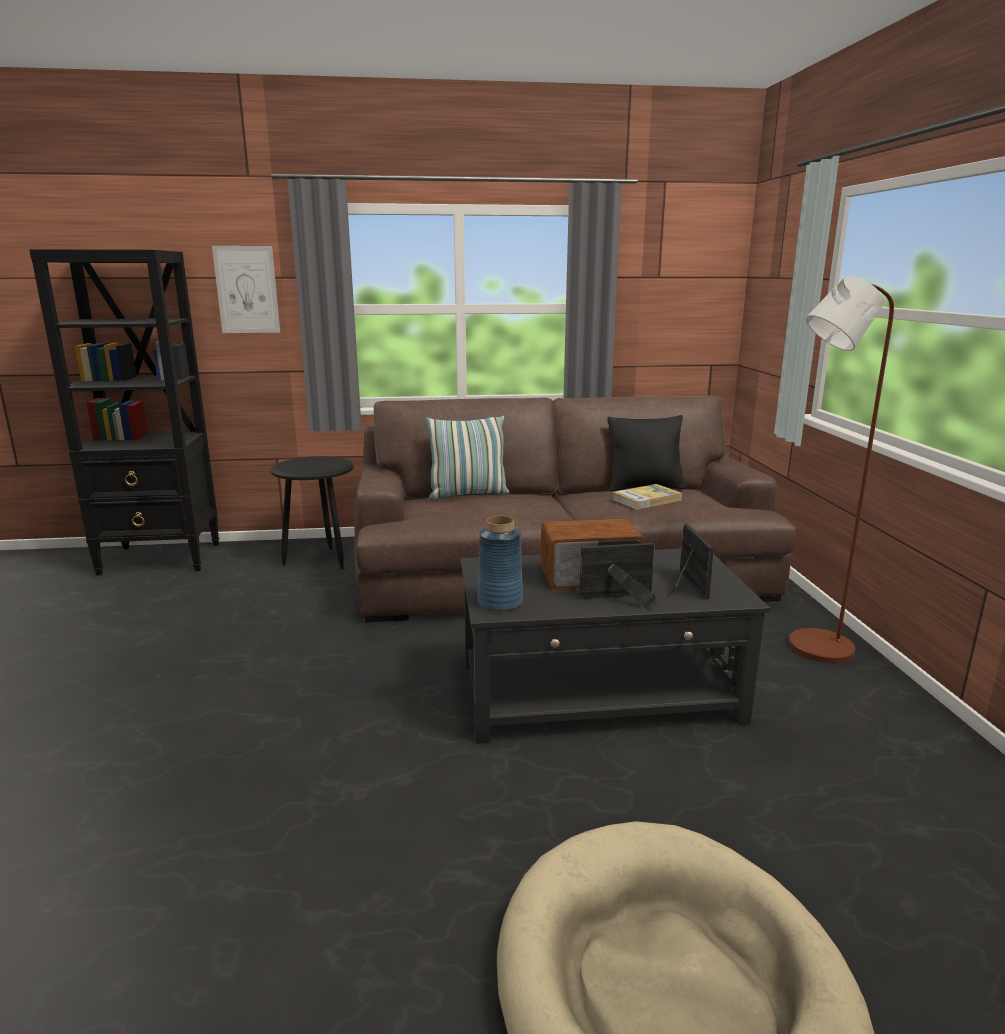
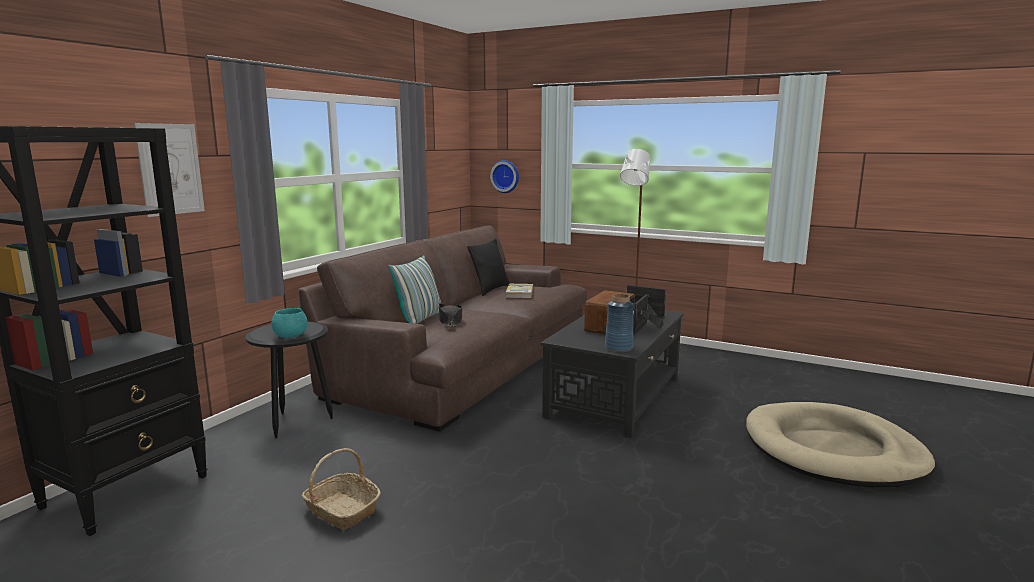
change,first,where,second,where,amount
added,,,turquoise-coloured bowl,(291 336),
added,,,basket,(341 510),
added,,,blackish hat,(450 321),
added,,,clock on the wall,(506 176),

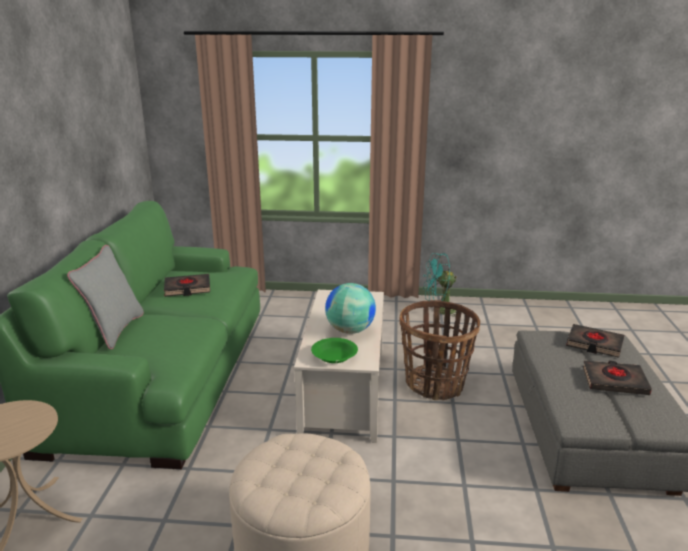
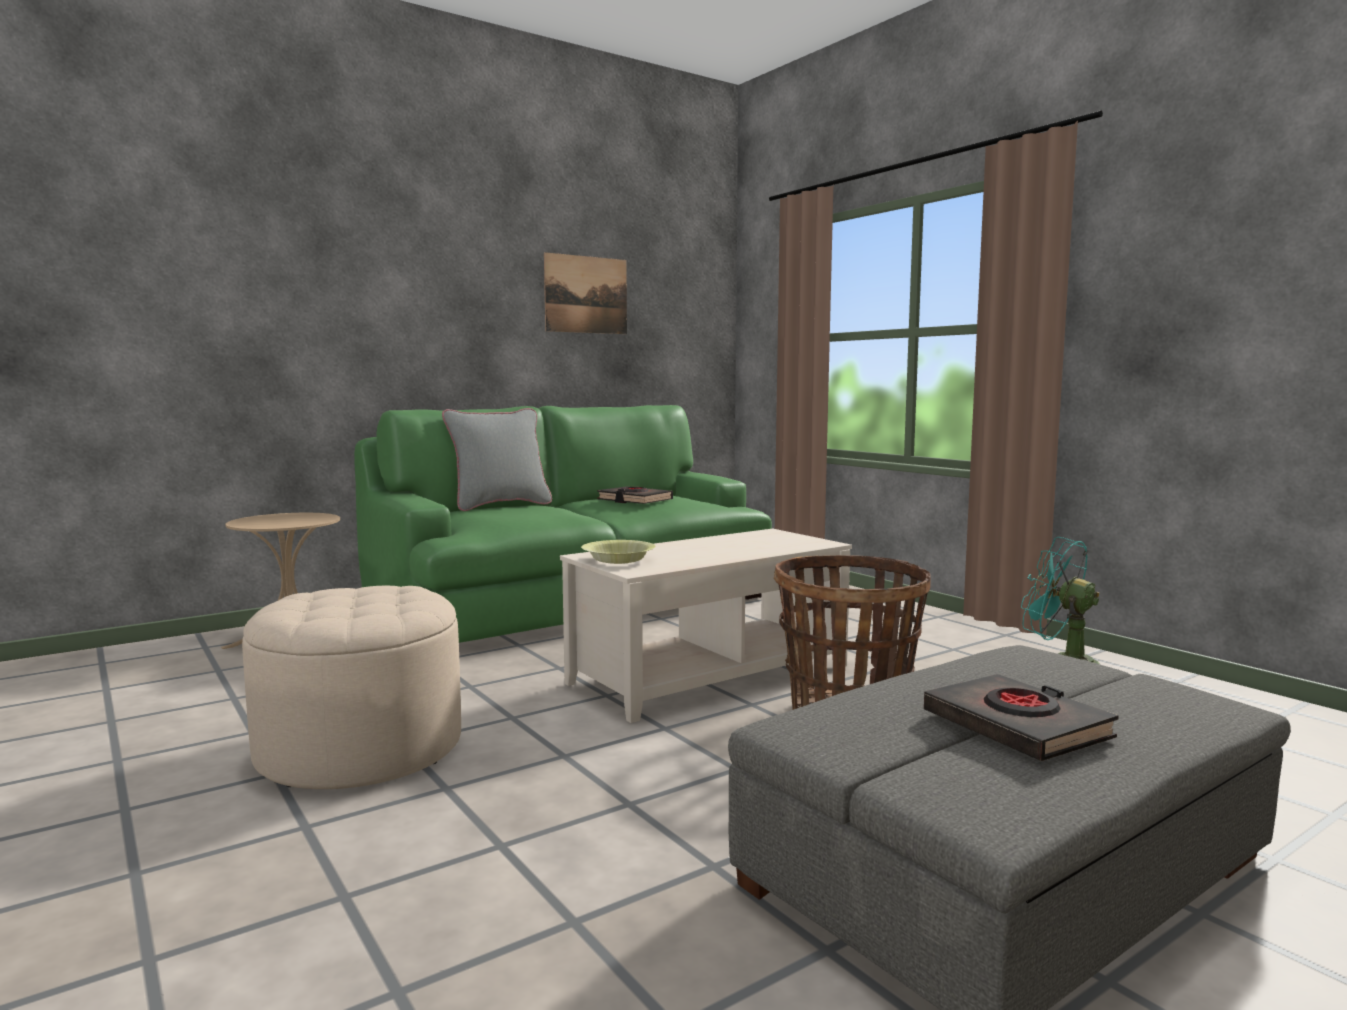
change,first,where,second,where,amount
recoloured,green bowl,(334 356),yellow bowl,(618 560),
removed,desk globe,(350 330),,,
removed,blackish book,(594 344),,,
added,,,picture,(586 294),

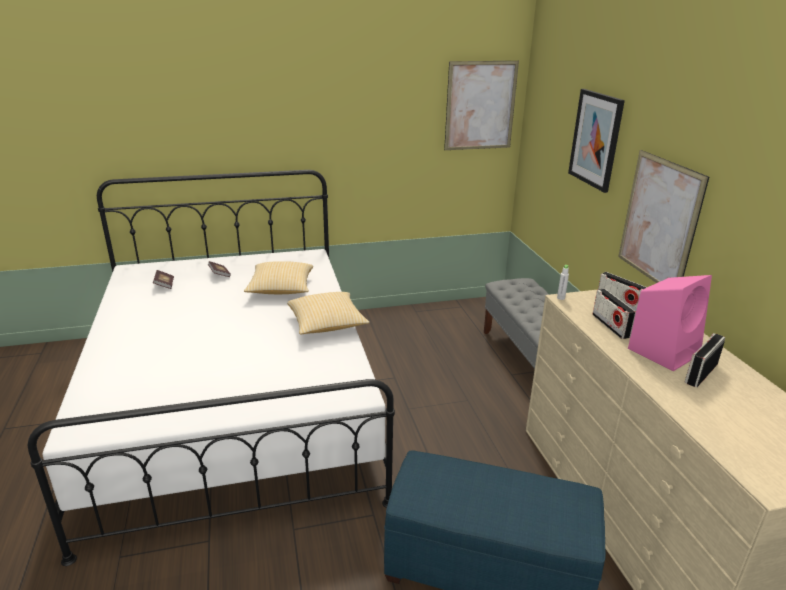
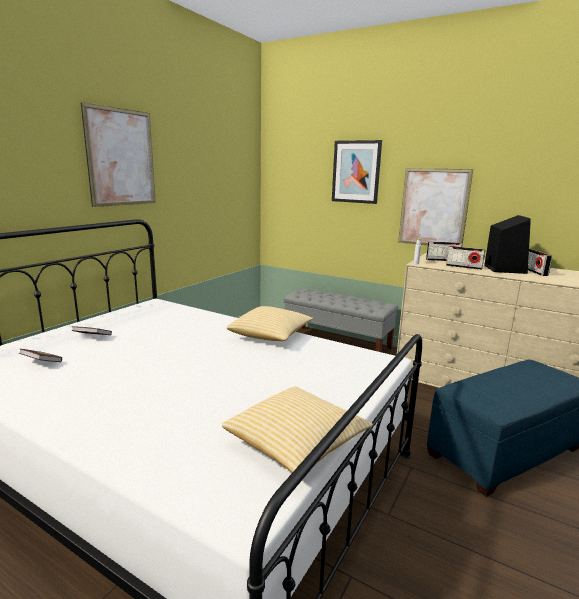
change,first,where,second,where,amount
moved,pillow,(281 289),,(296 444),
moved,picture,(480 106),,(121 158),
recoloured,pink-coloured speaker,(664 351),blackish speaker,(504 269),

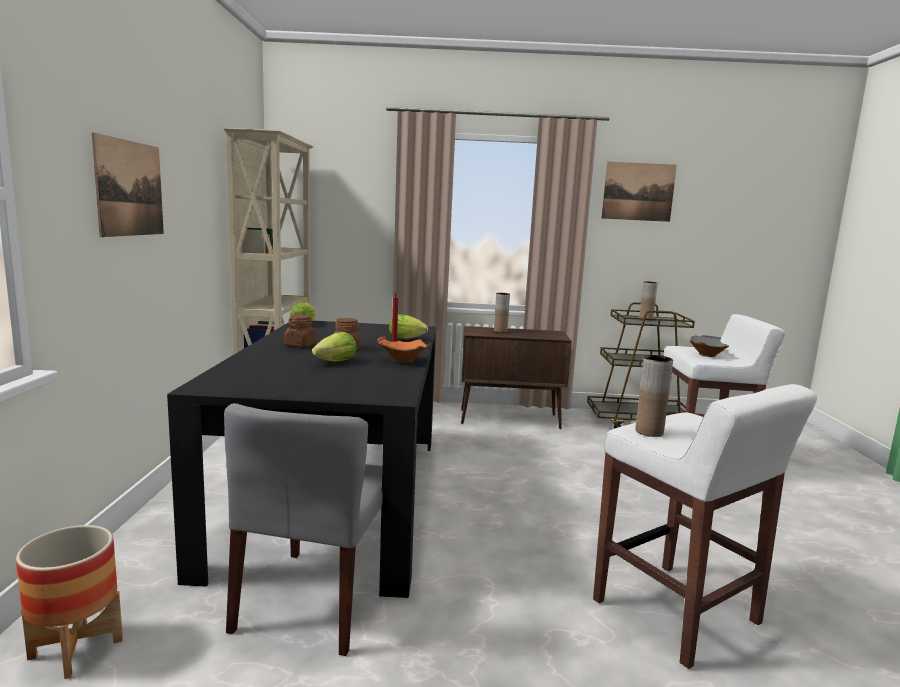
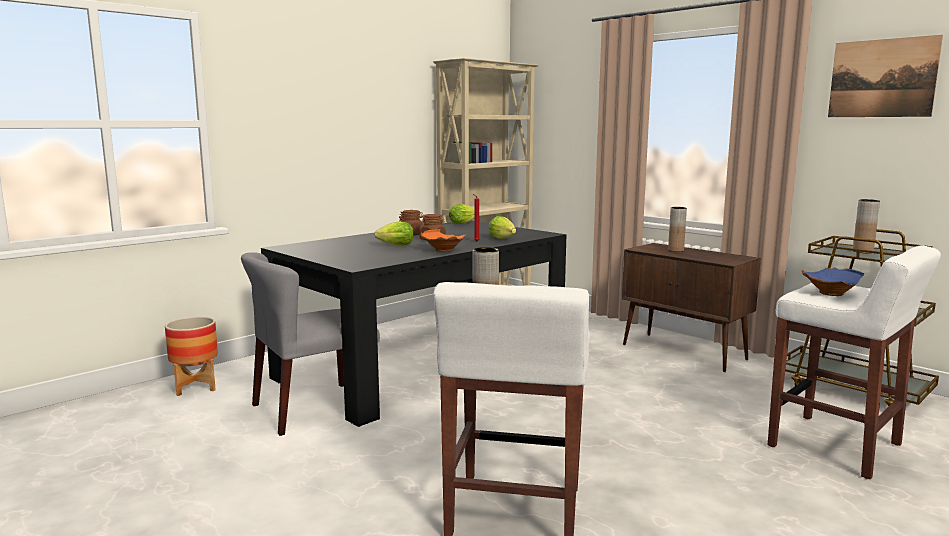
change,first,where,second,where,amount
removed,picture,(130 188),,,
recoloured,greyish bowl,(705 355),blue bowl,(829 293),

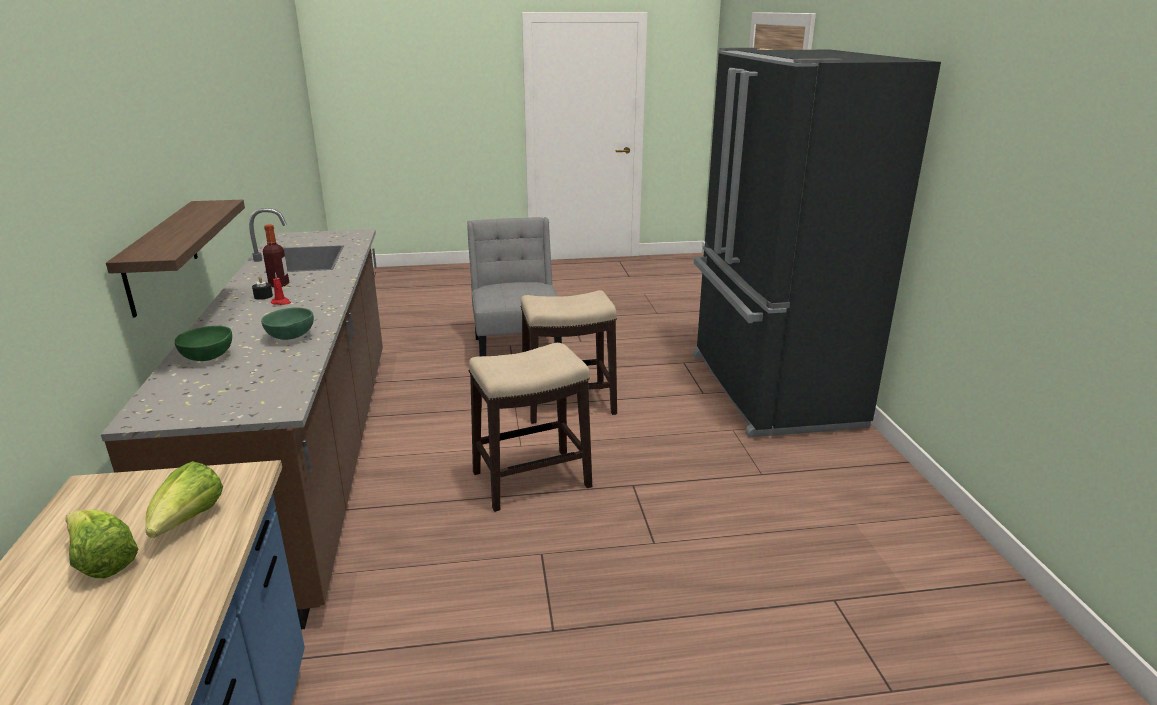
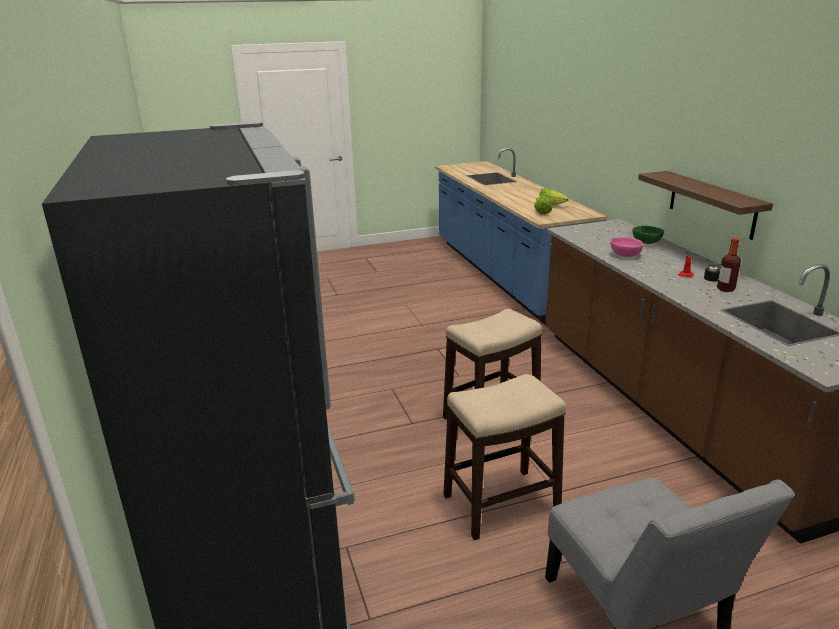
change,first,where,second,where,amount
recoloured,green bowl,(290 337),pink-coloured bowl,(624 255),

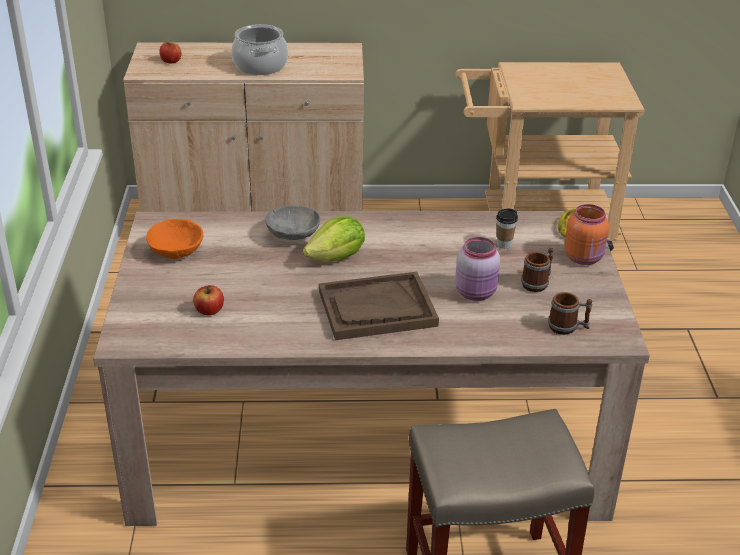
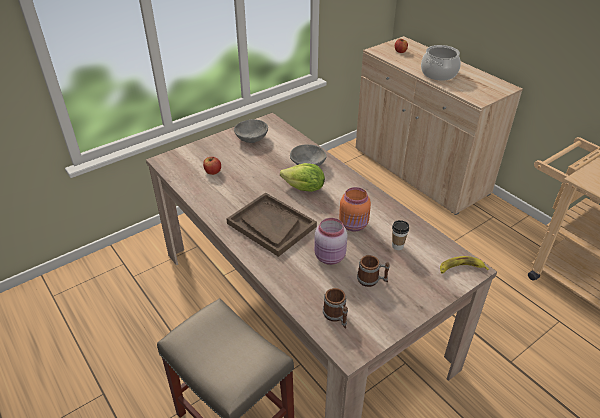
change,first,where,second,where,amount
recoloured,orange-coloured bowl,(176 251),greyish bowl,(252 138),
moved,orange-coloured storage jar,(584 257),,(354 225),

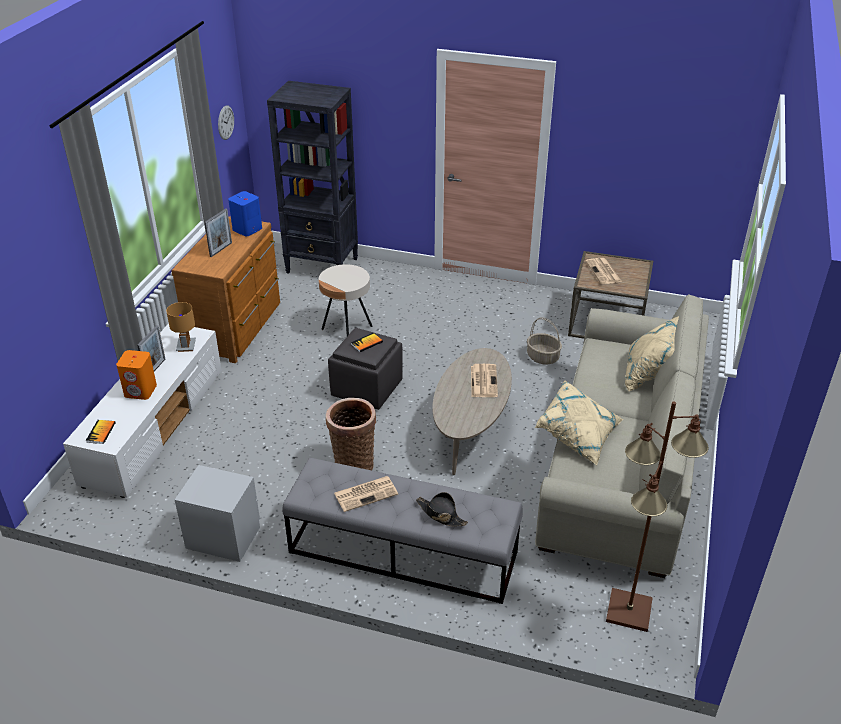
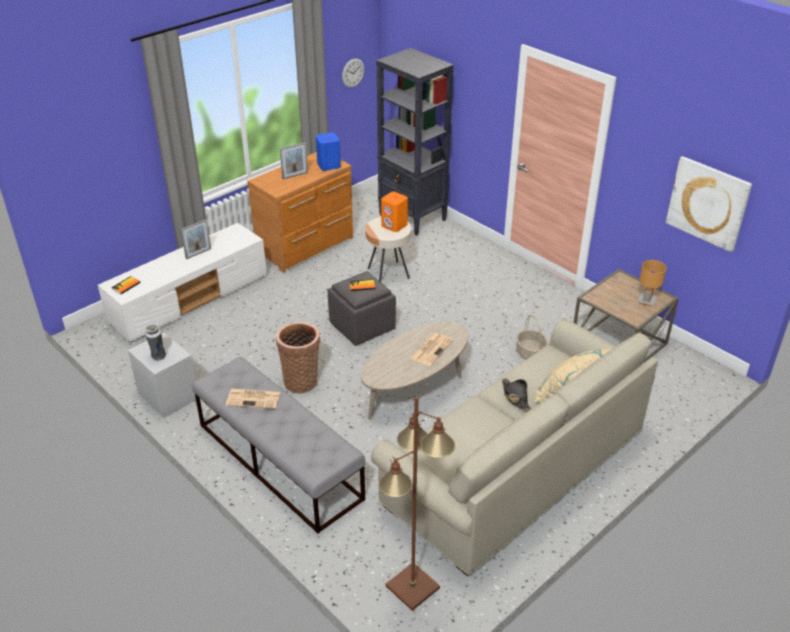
change,first,where,second,where,amount
moved,orange-coloured speaker,(141 391),,(394 225),
moved,brownish lamp for a table,(186 346),,(646 300),
moved,blackish hat,(441 514),,(515 397),
removed,beige pillow,(578 435),,,
removed,newspaper,(604 272),,,
added,,,vase,(158 357),
added,,,picture,(708 203),

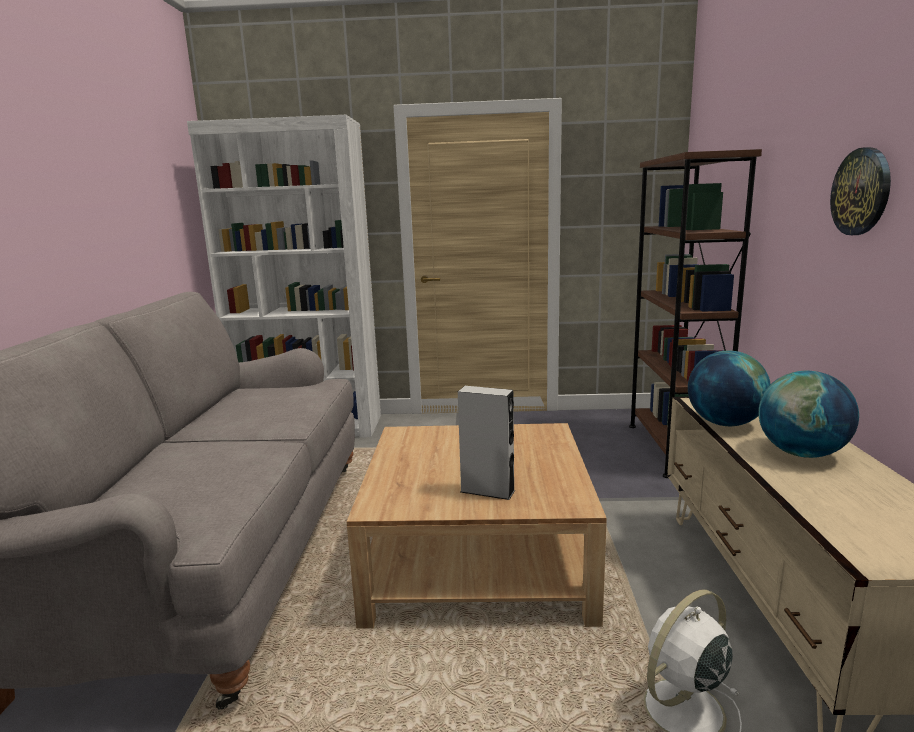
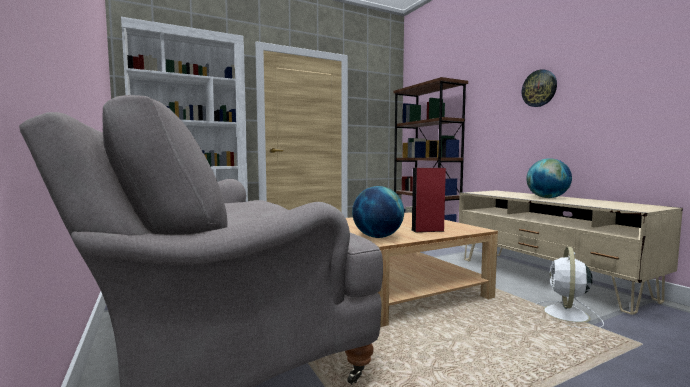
change,first,where,second,where,amount
recoloured,greyish speaker,(487 491),red speaker,(427 230),
moved,desk globe,(724 423),,(377 237),

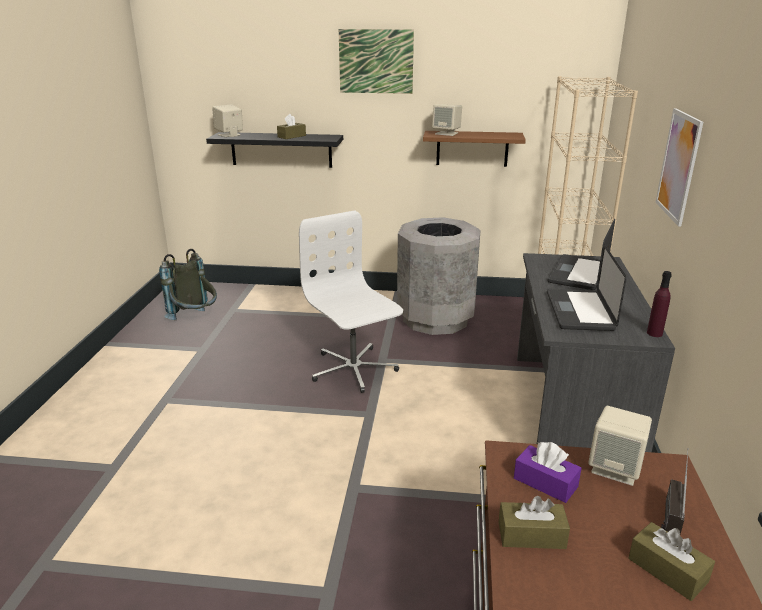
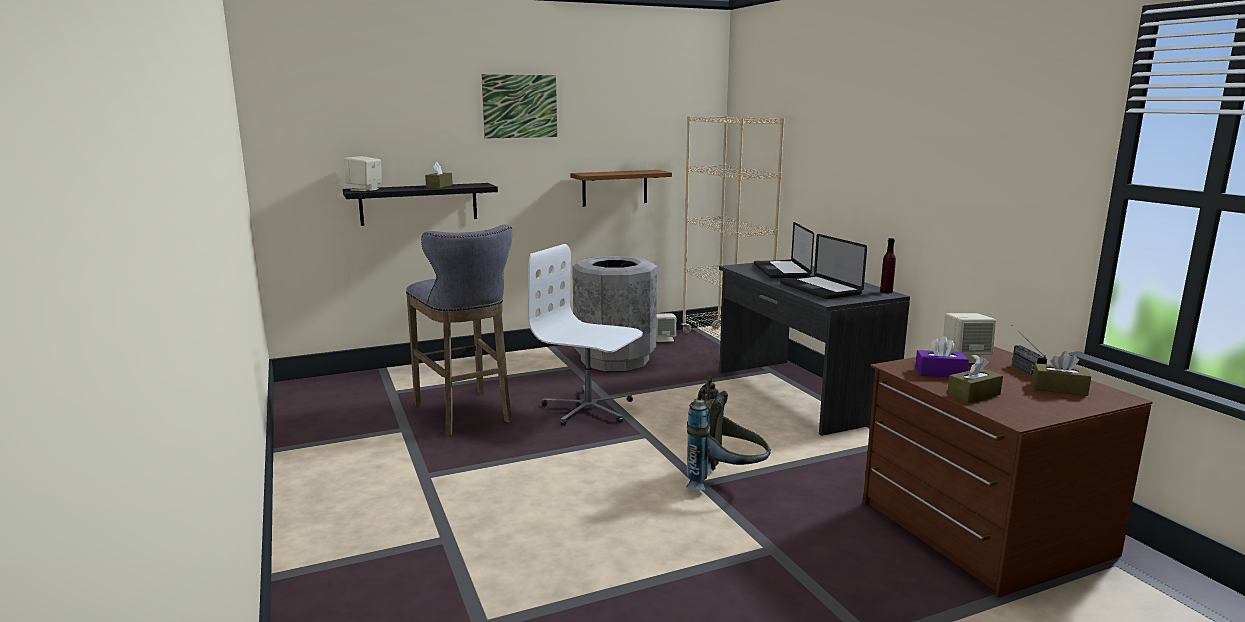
change,first,where,second,where,amount
moved,greyish knapsack,(195 320),,(726 483),
moved,beige speaker,(447 133),,(664 339),
removed,picture,(678 166),,,
added,,,greyish sitting stool,(466 414),

